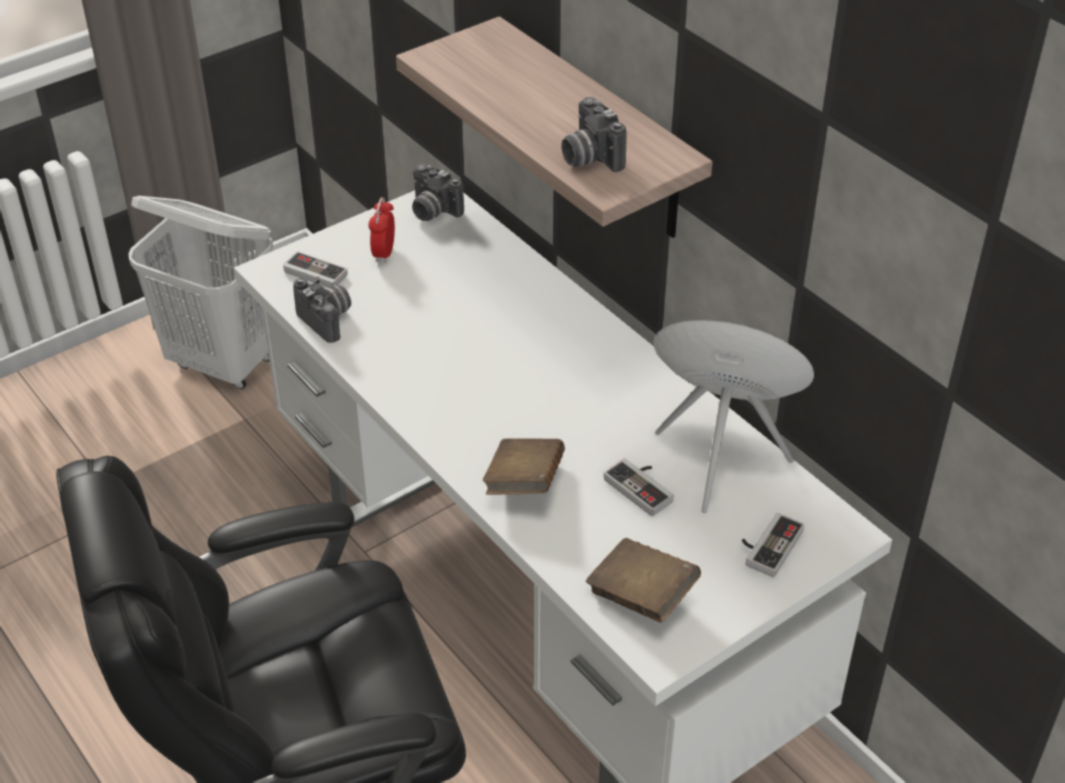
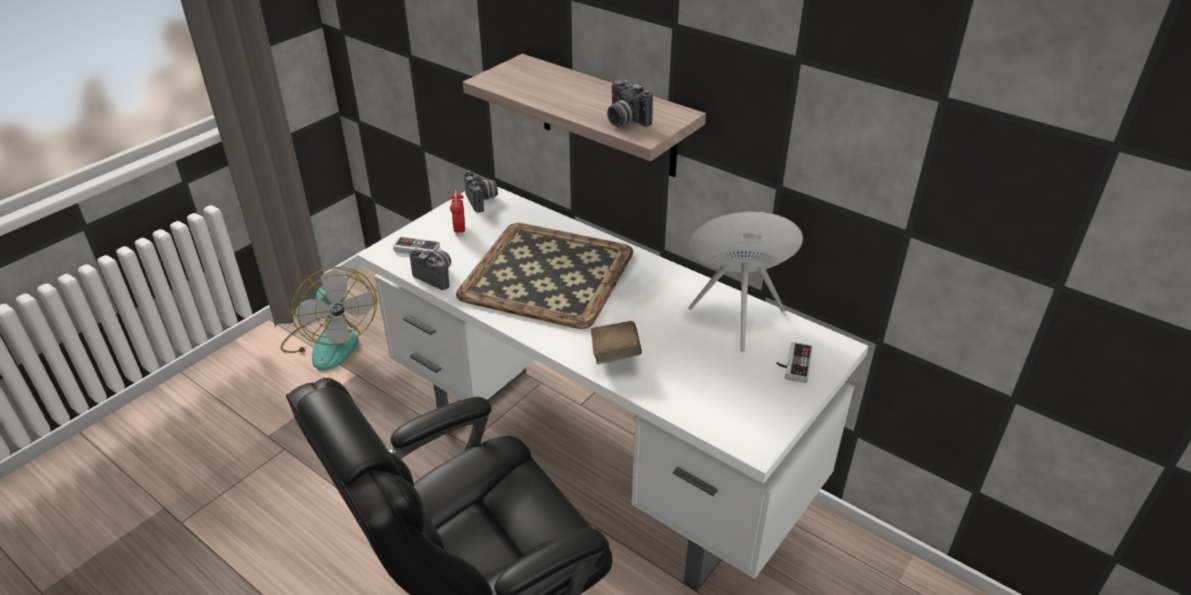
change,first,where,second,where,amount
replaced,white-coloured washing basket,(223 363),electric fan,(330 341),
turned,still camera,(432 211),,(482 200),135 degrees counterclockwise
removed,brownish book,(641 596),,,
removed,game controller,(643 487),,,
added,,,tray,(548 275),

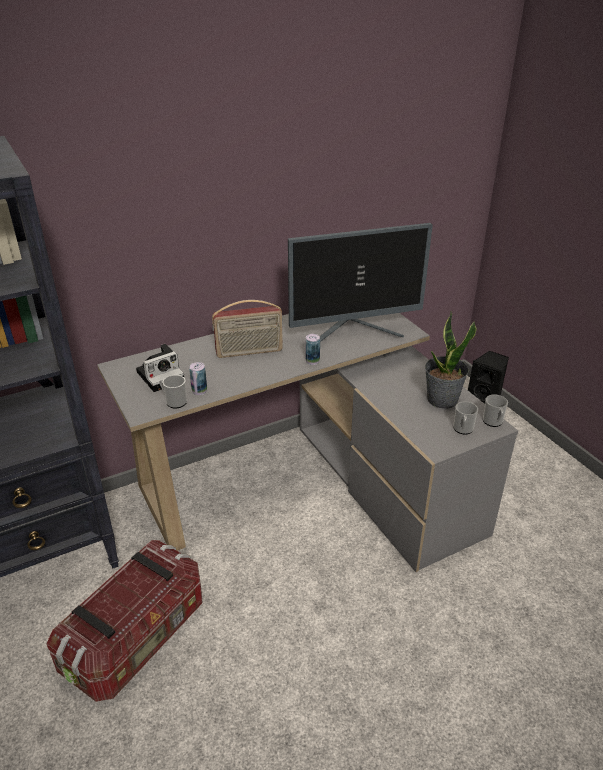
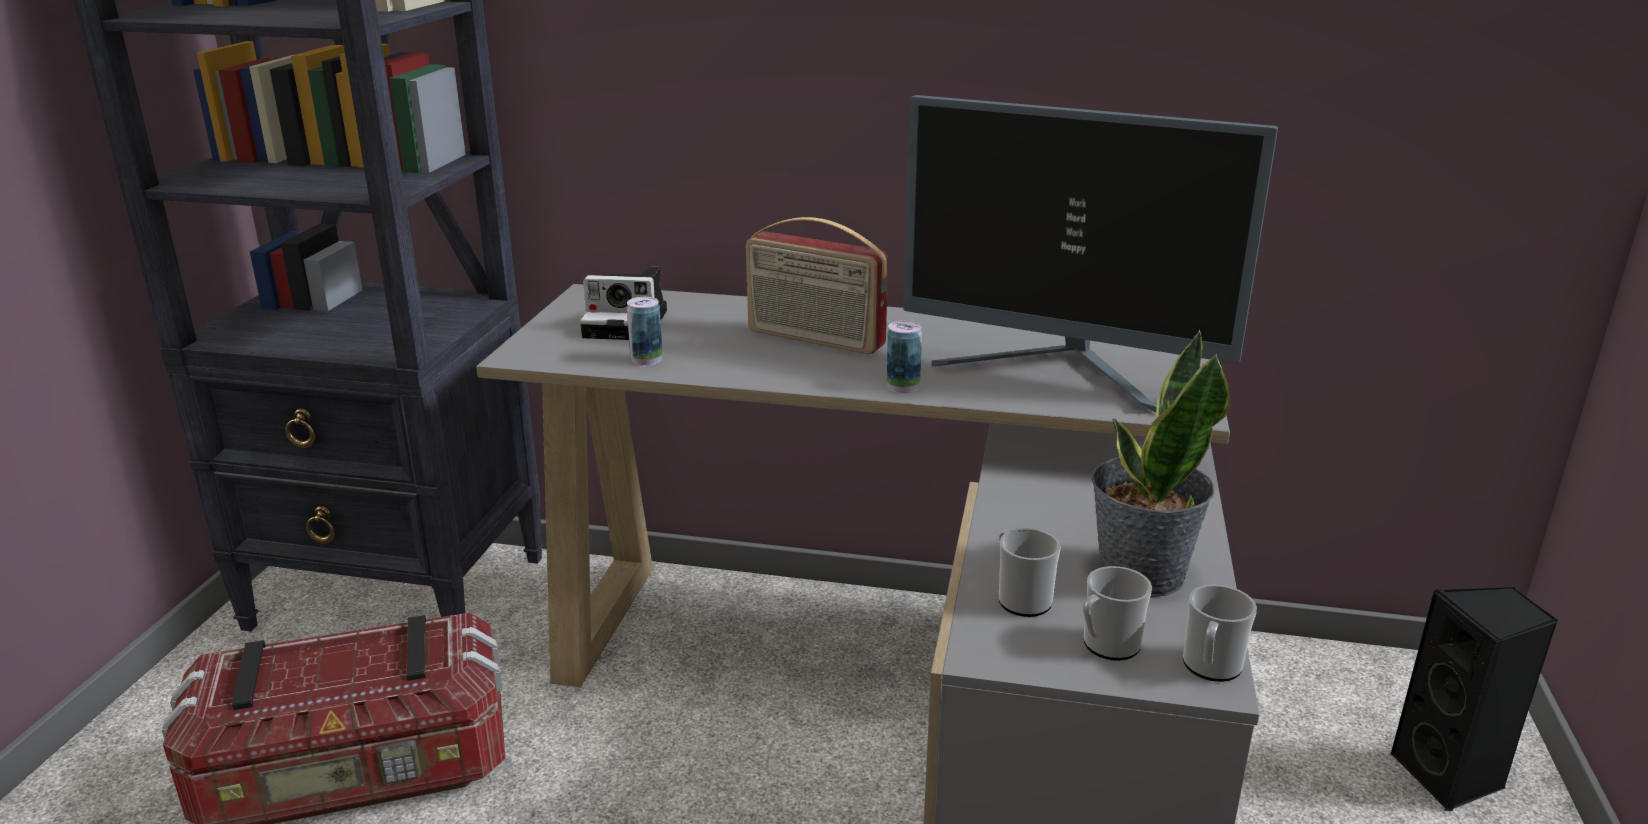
change,first,where,second,where,amount
moved,coffee mug,(174 402),,(1020 598),

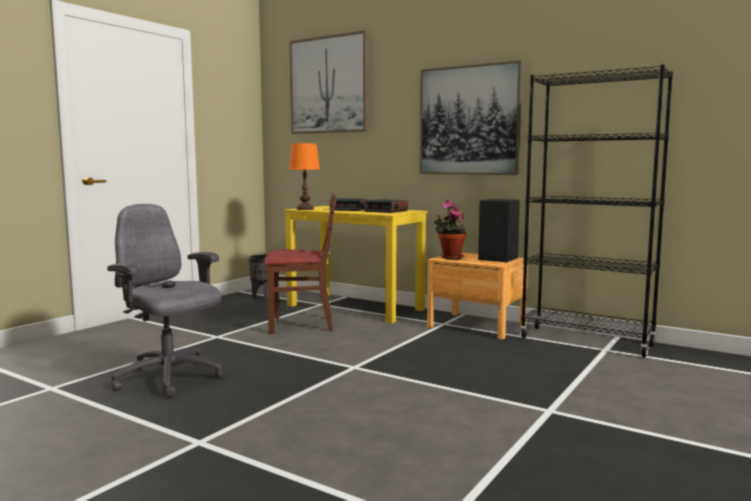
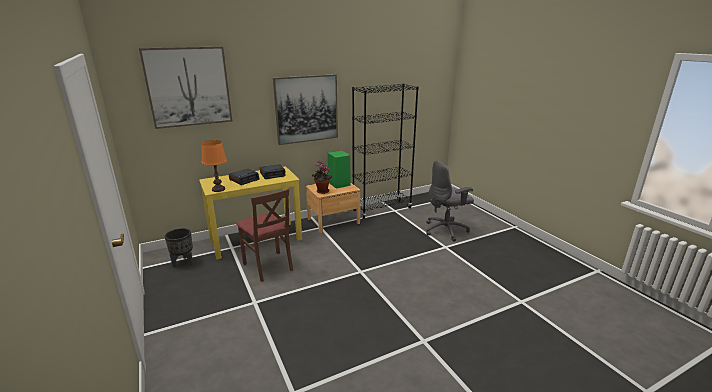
change,first,where,second,where,amount
moved,greyish office chair,(169 379),,(446 230),
turned,brownish upright chair,(301 325),,(268 266),120 degrees clockwise
recoloured,blackish speaker,(498 258),green speaker,(339 184),

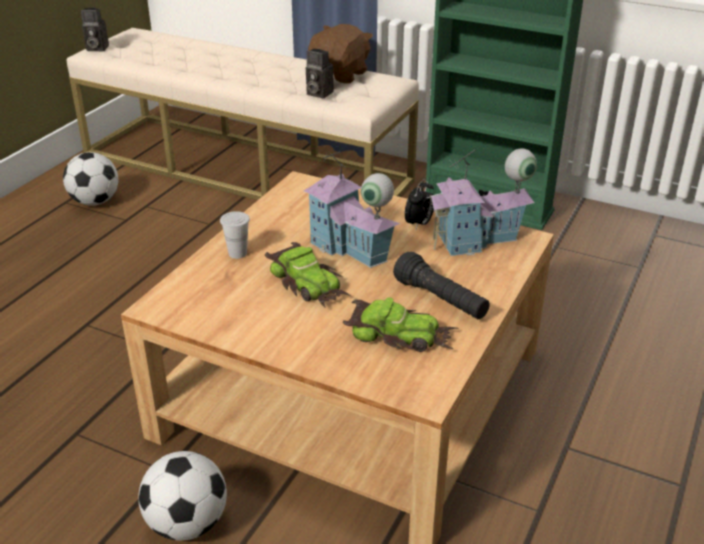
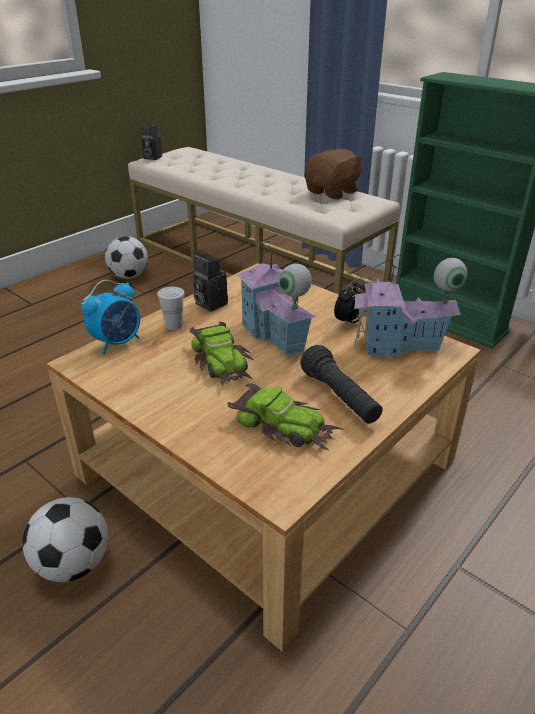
change,first,where,second,where,amount
moved,still camera,(317 93),,(209 304),
added,,,table clock,(117 342),

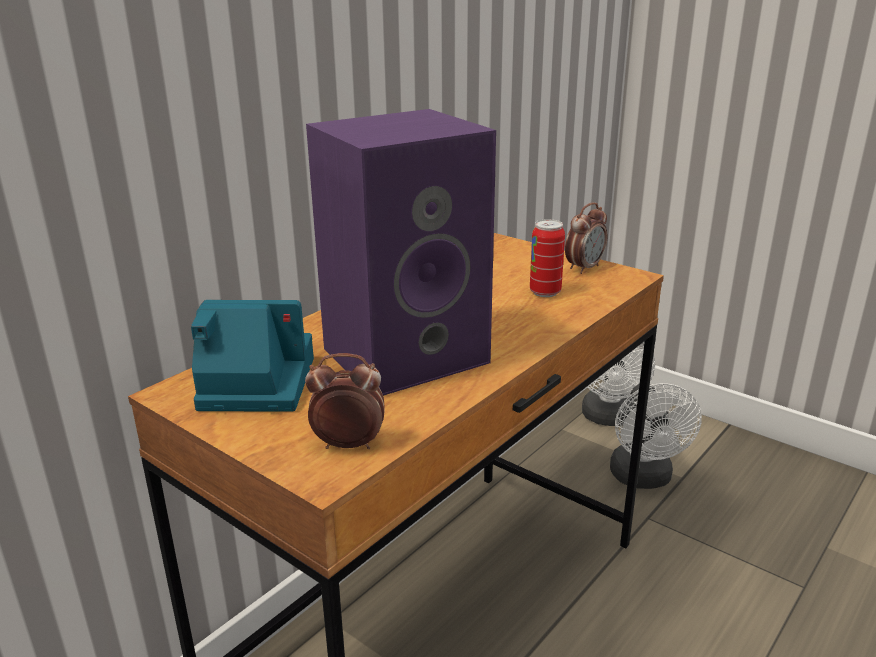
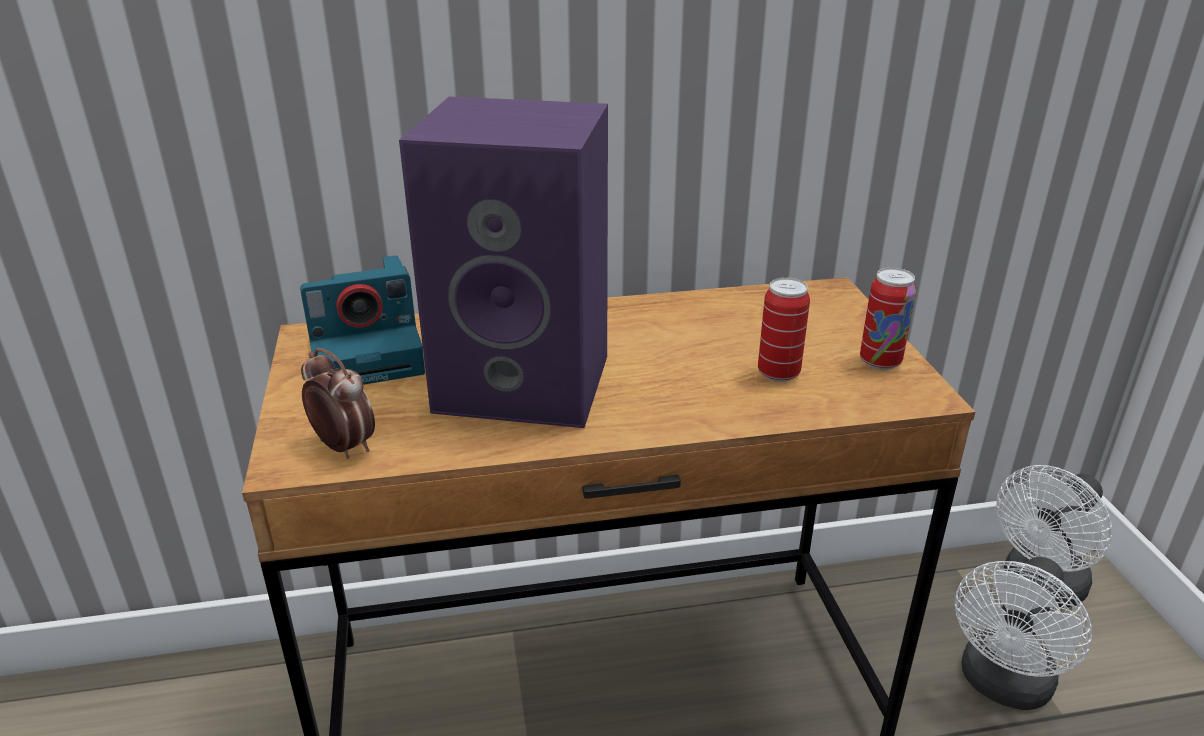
change,first,where,second,where,amount
turned,still camera,(254 383),,(369 354),120 degrees clockwise
replaced,table clock,(584 268),can,(880 362),

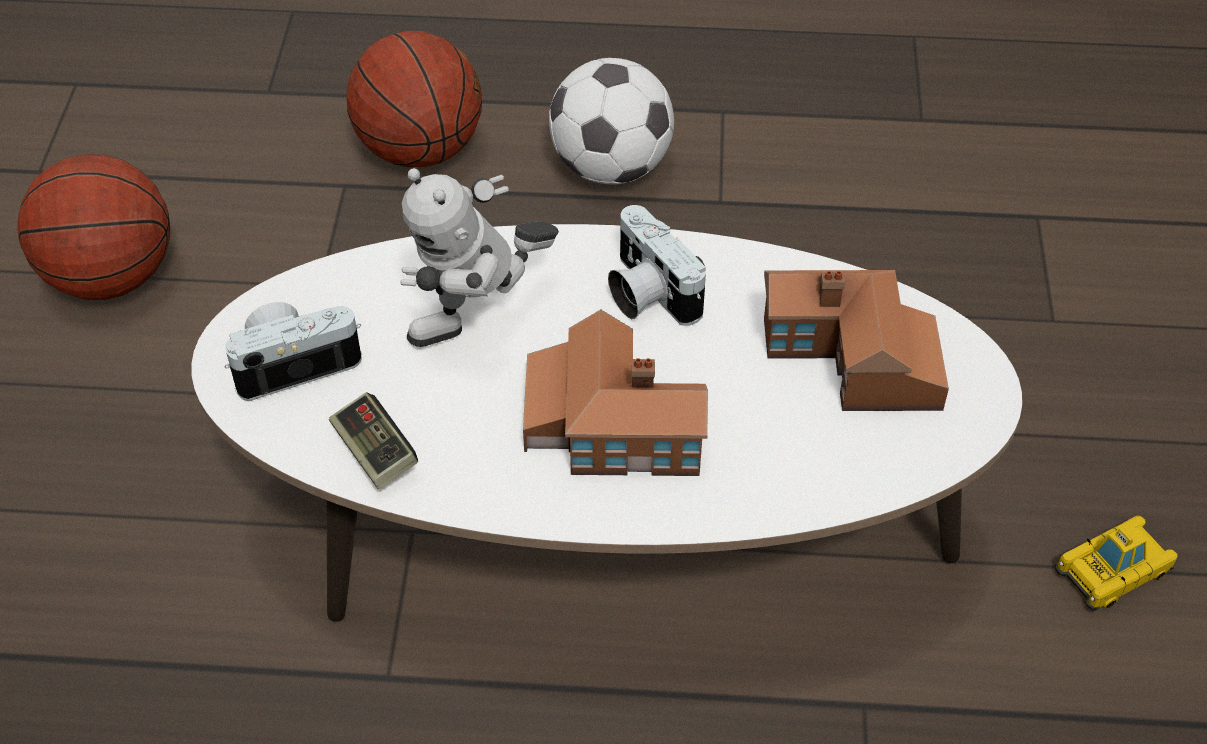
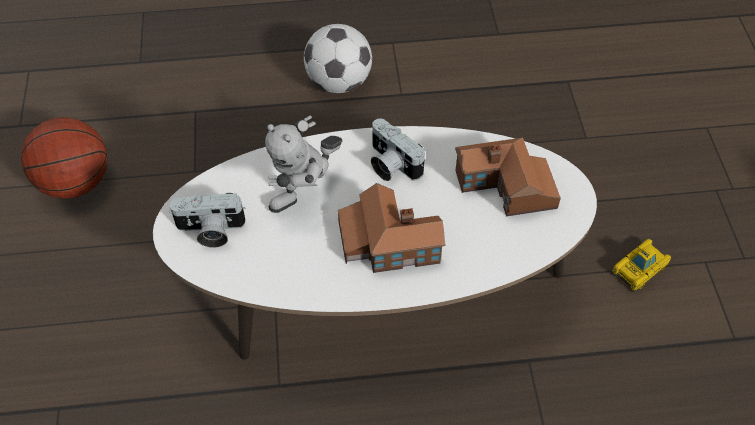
change,first,where,second,where,amount
turned,still camera,(295 362),,(210 231),150 degrees counterclockwise
removed,game controller,(374 452),,,
removed,basketball,(420 150),,,

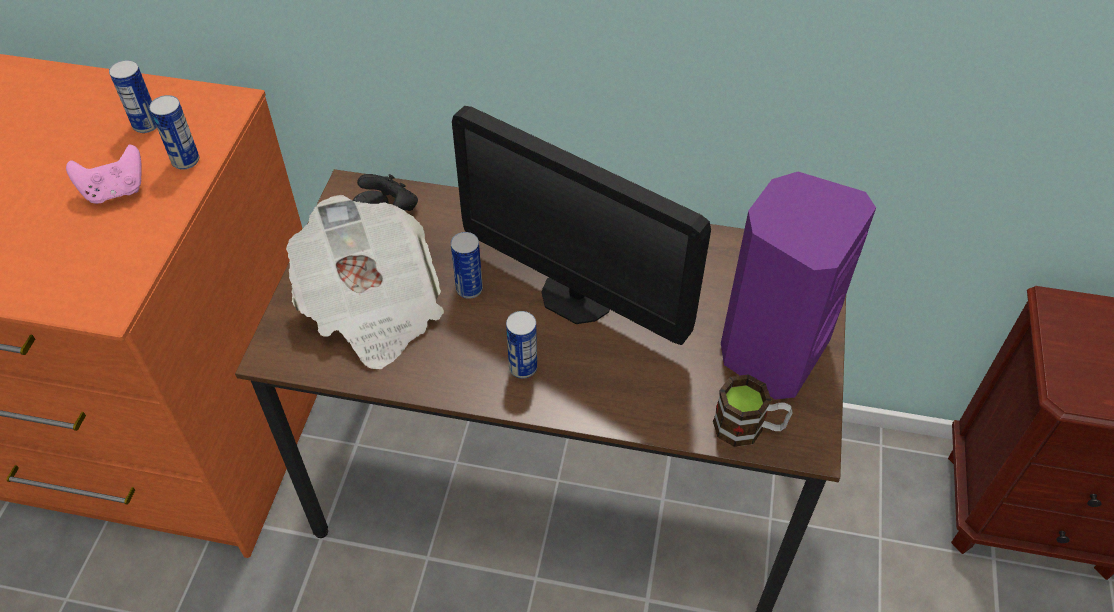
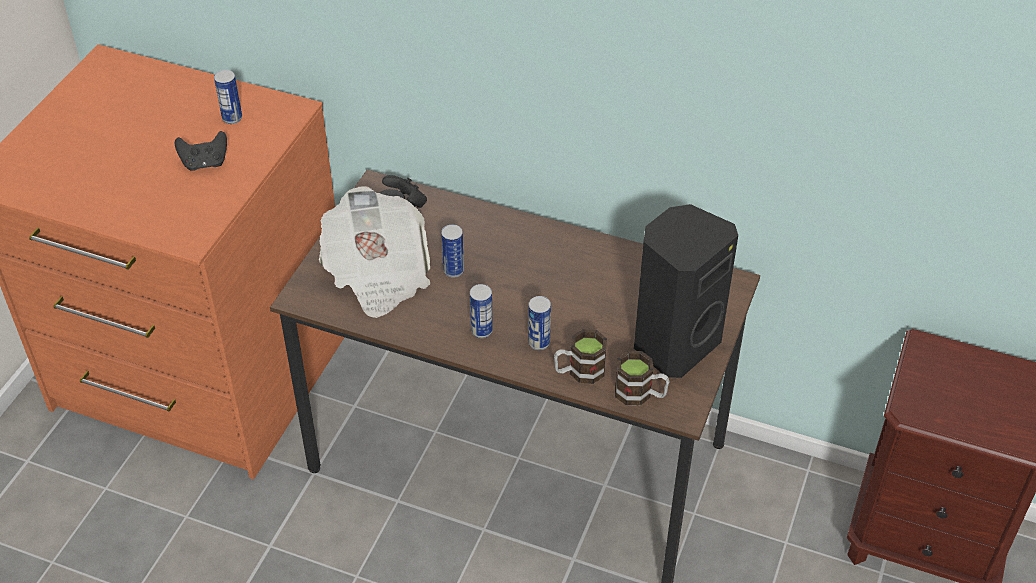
change,first,where,second,where,amount
recoloured,pink-coloured game controller,(115 191),blackish game controller,(205 163),
moved,can,(185 160),,(539 343),
removed,computer screen,(577 296),,,
recoloured,purple speaker,(770 350),blackish speaker,(673 344),
added,,,coffee mug,(579 371),

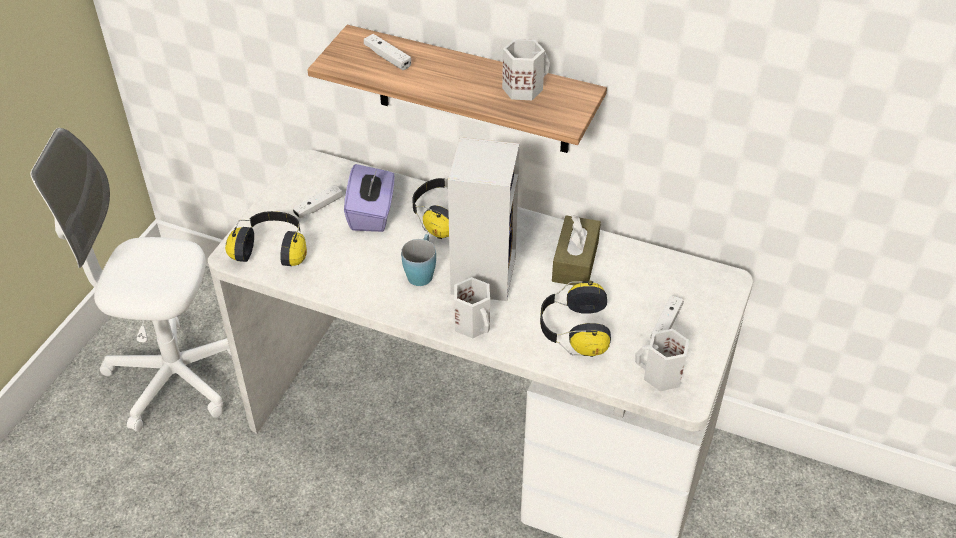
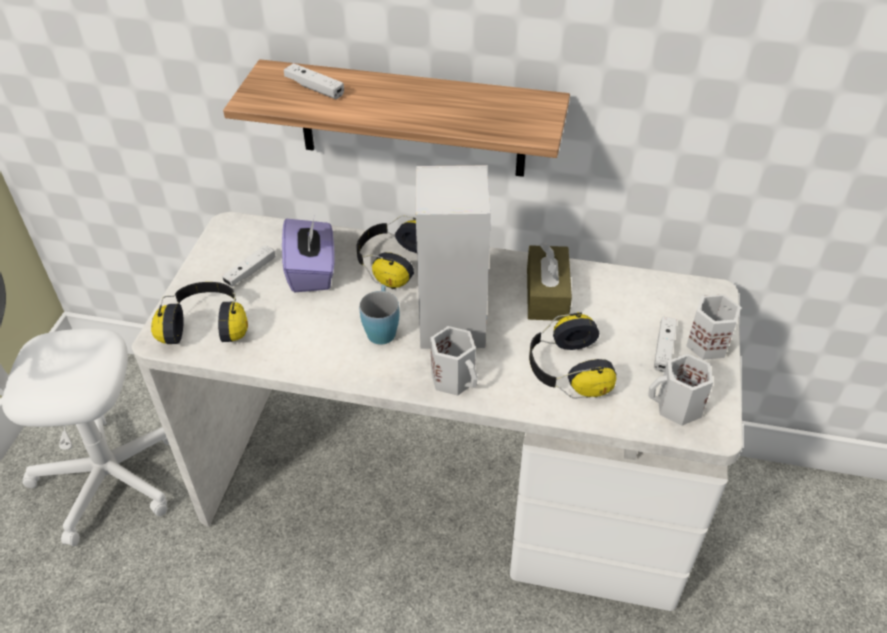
change,first,where,second,where,amount
moved,white-coloured coffee mug,(523 87),,(707 342),

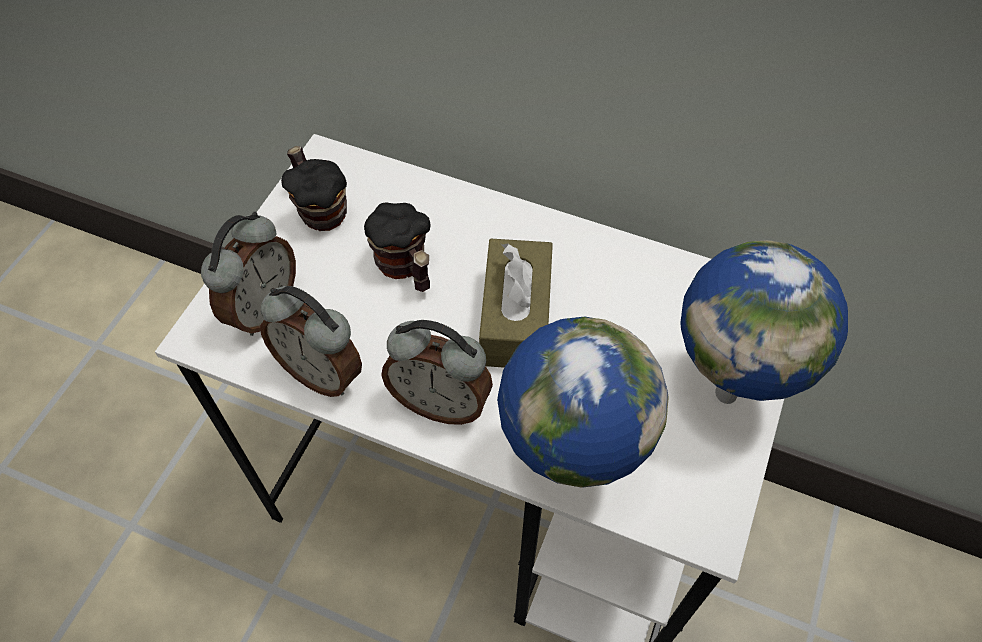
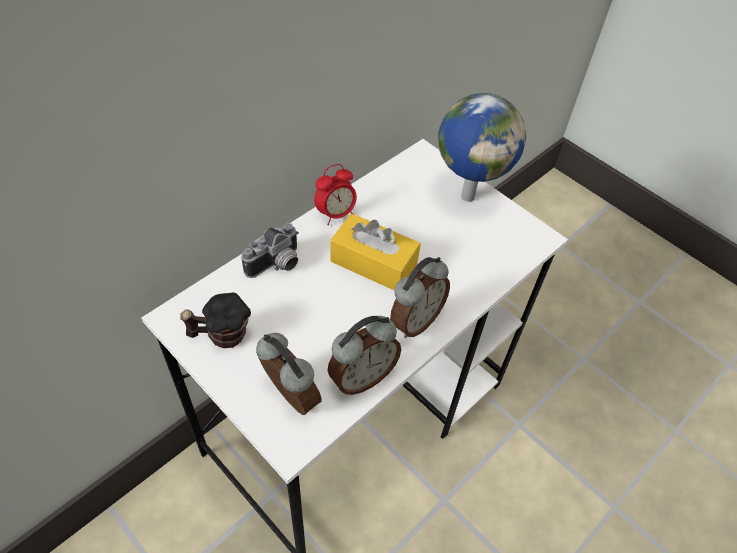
change,first,where,second,where,amount
removed,coffee mug,(405 268),,,
recoloured,brownish tissue box,(515 317),yellow tissue box,(373 263),
removed,desk globe,(566 465),,,
added,,,still camera,(277 265),
added,,,table clock,(336 214),

